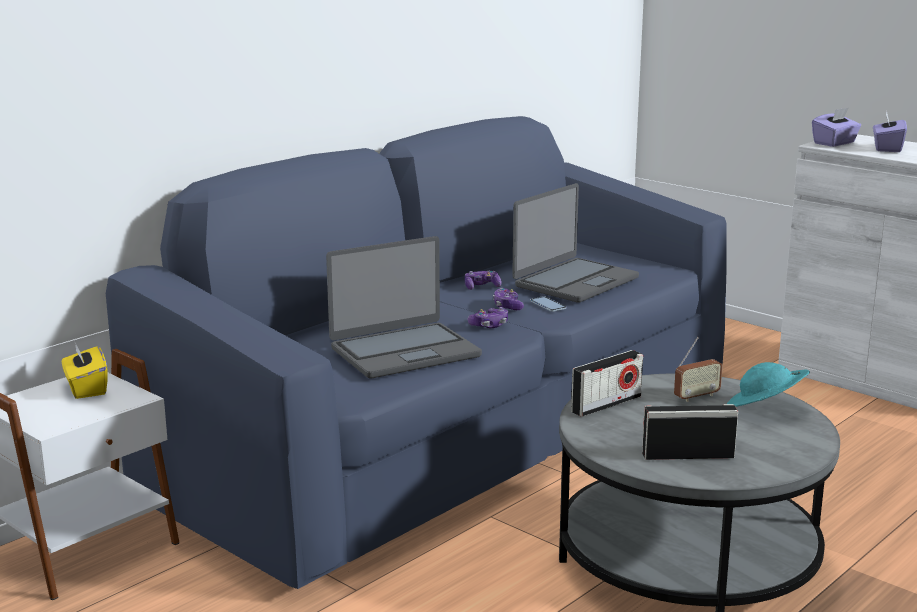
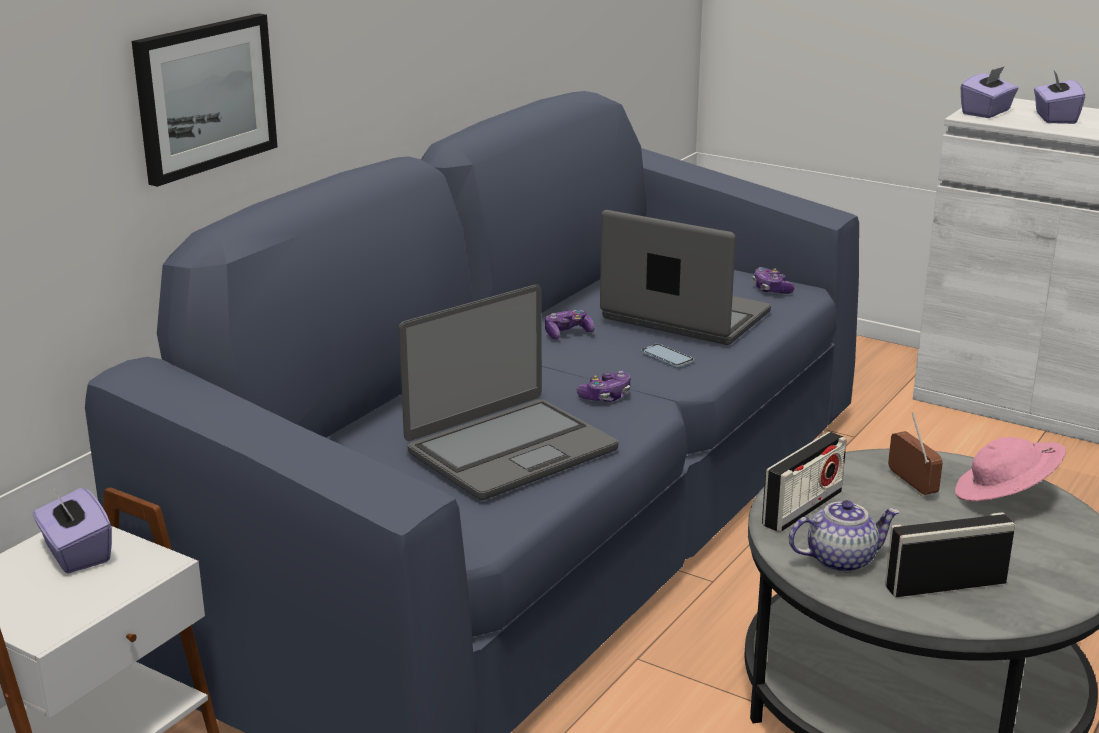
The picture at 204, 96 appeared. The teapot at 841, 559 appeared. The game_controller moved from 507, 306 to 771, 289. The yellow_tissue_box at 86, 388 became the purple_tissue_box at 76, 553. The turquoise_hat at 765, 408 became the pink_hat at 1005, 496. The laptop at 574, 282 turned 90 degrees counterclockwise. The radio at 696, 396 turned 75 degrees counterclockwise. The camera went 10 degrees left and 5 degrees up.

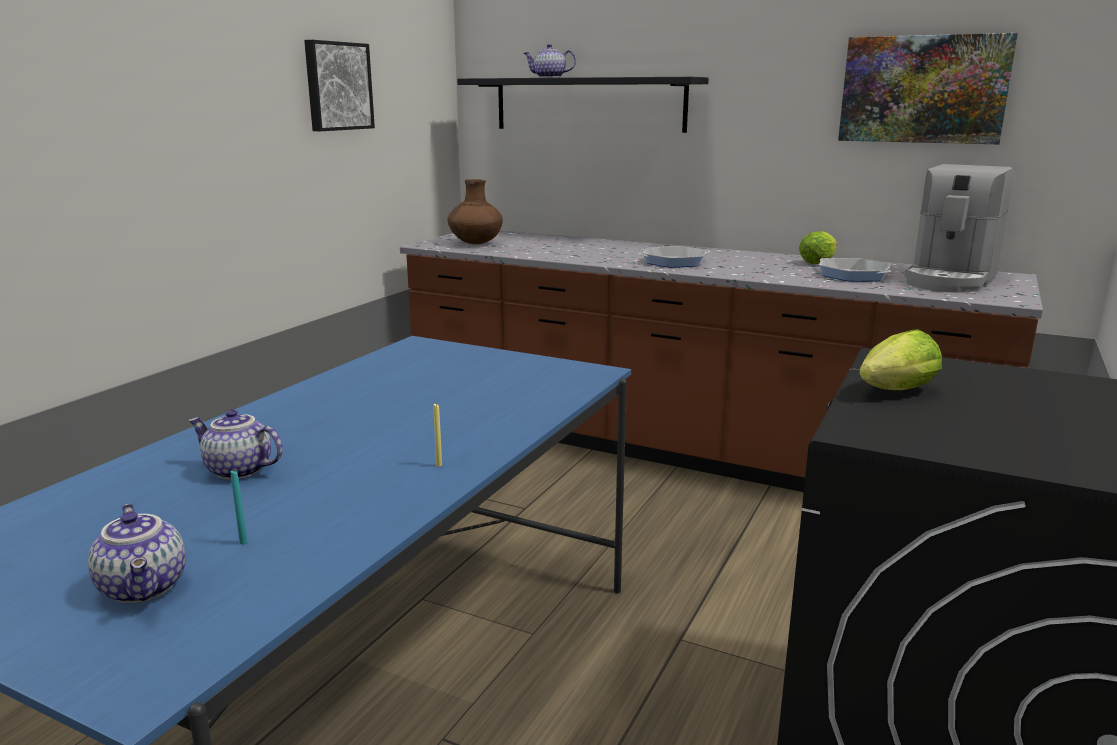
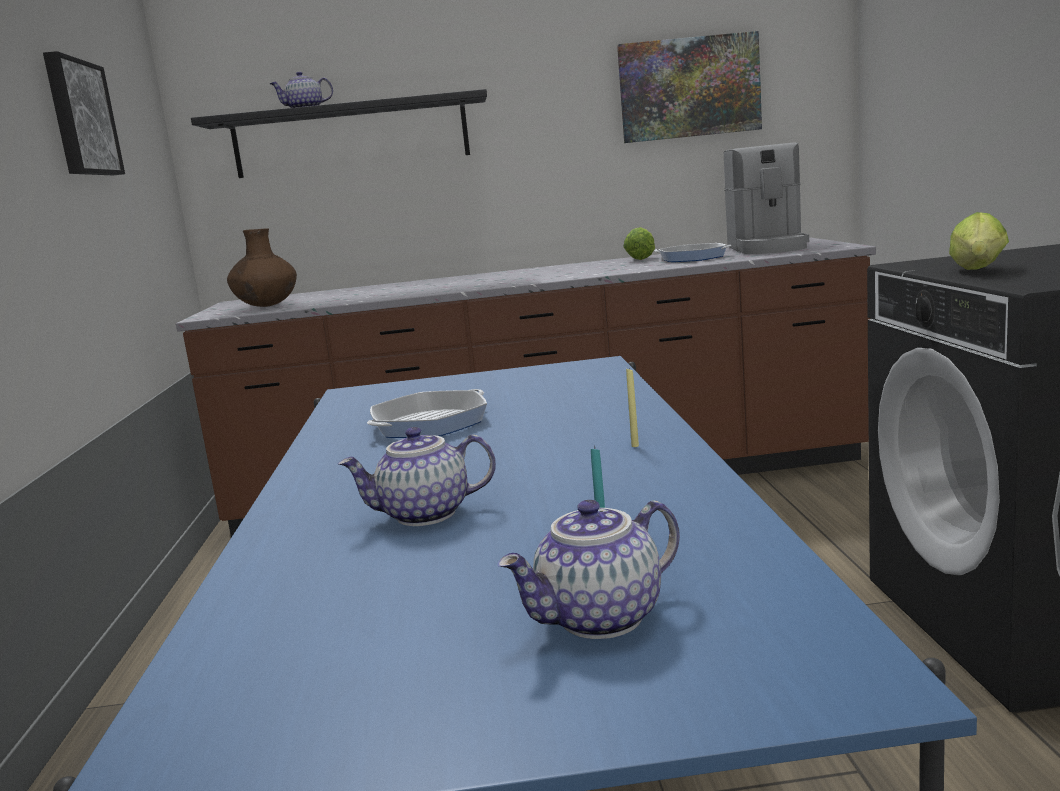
The frying_pan moved from 674, 262 to 430, 424. The teapot at 146, 587 turned 120 degrees clockwise. The camera went 30 degrees left and 5 degrees down.

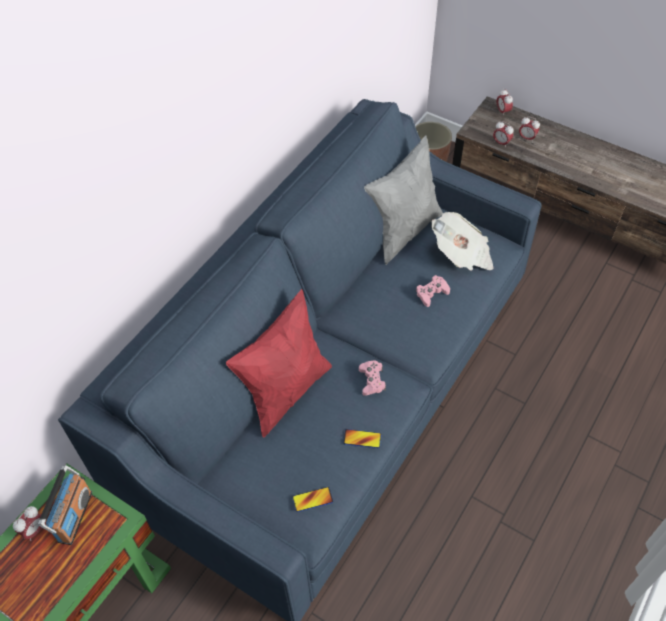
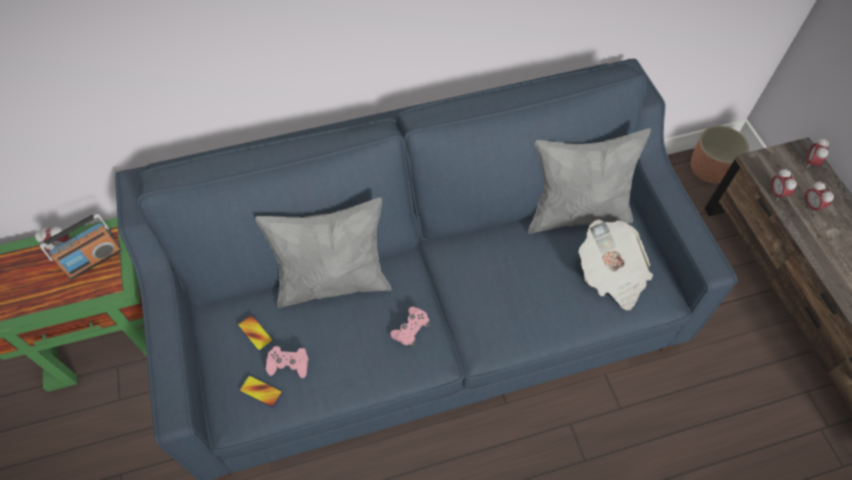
The phone moved from 362, 439 to 255, 333. The pink_game_controller moved from 431, 293 to 288, 364. The red_pillow at 285, 391 became the grey_pillow at 334, 282. The camera went 40 degrees right and 5 degrees up.

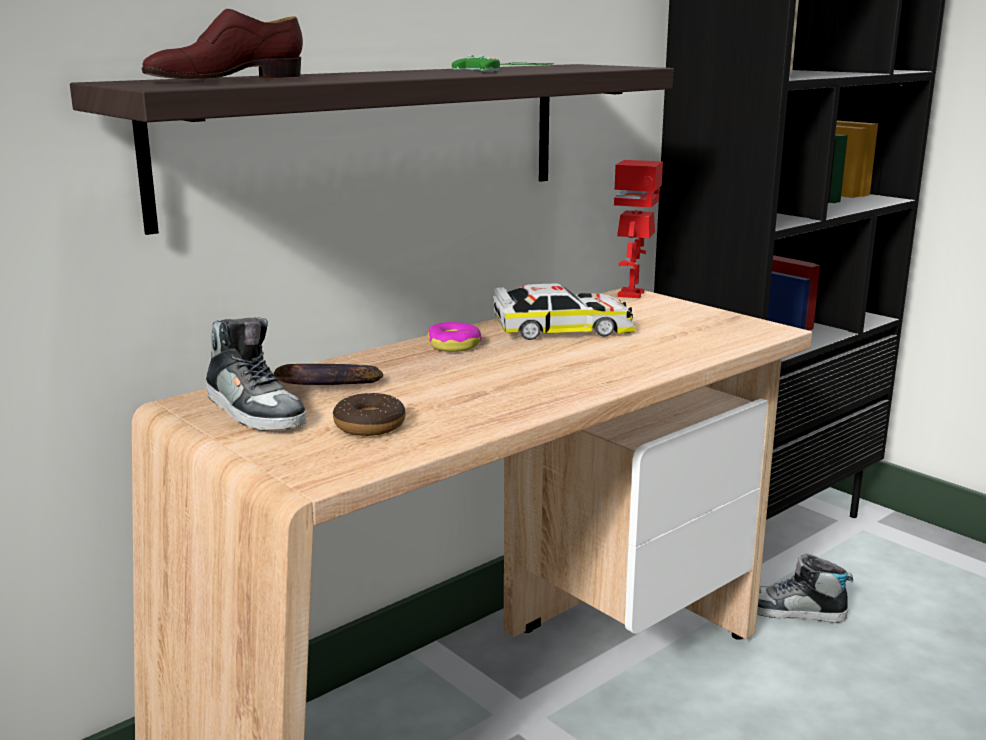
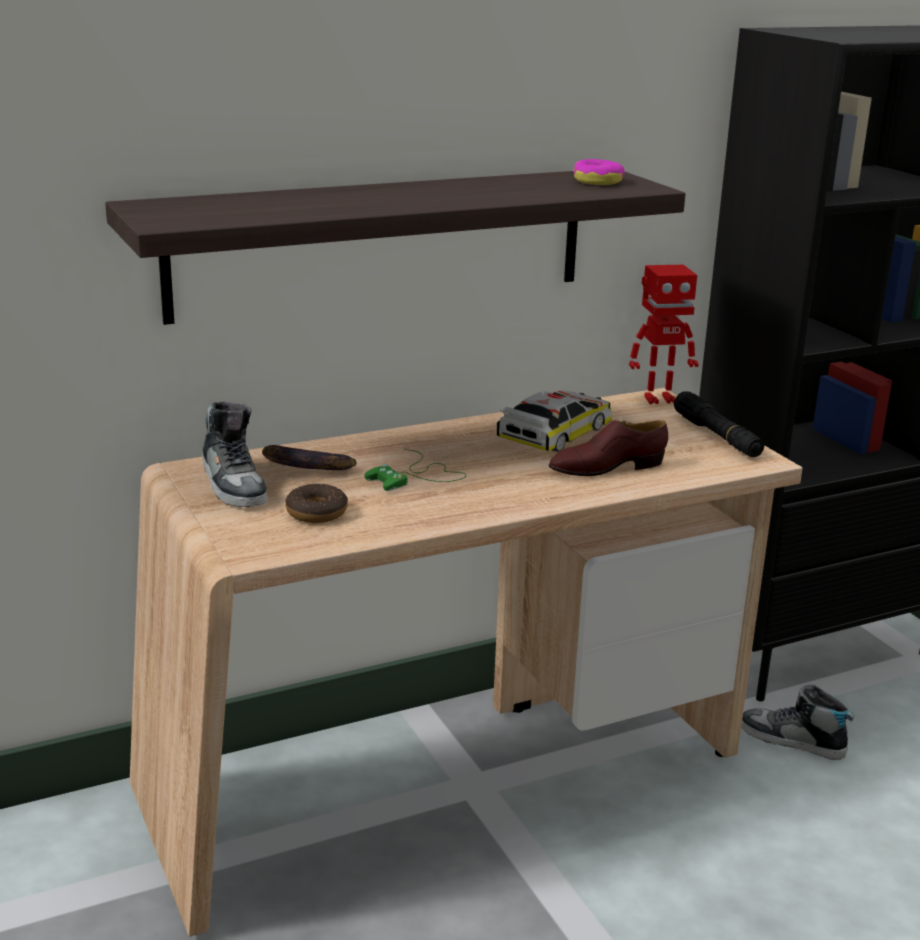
The black_flashlight at 717, 436 appeared. The brown_shoe moved from 226, 80 to 606, 467. The donut moved from 454, 345 to 598, 181. The green_game_controller moved from 503, 70 to 417, 477. The toy_car at 563, 329 turned 60 degrees counterclockwise. The toy_robot at 632, 294 turned 135 degrees counterclockwise. The camera went 15 degrees right and 5 degrees up.

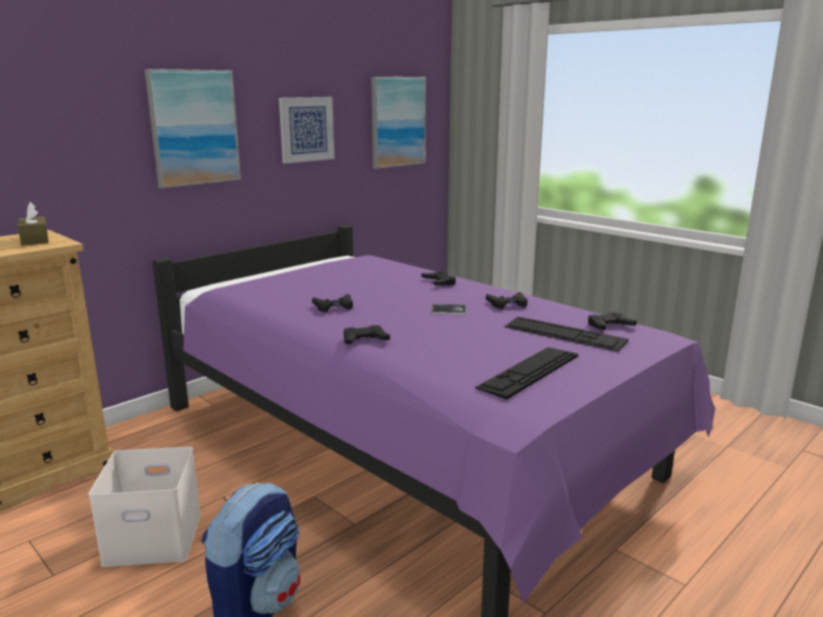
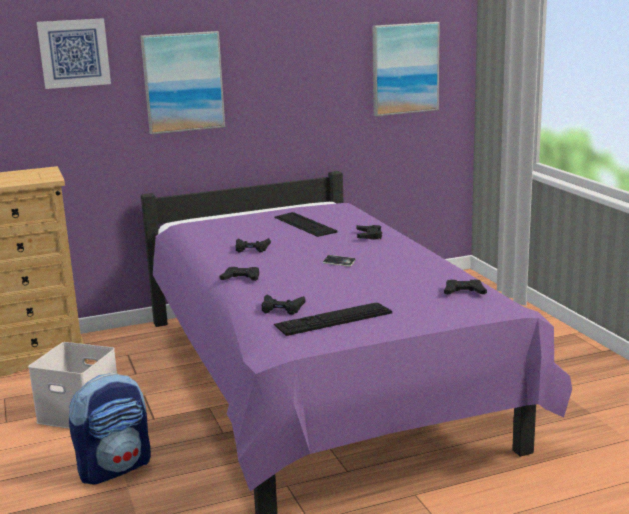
The brown_tissue_box at 35, 240 disappeared. The picture moved from 306, 129 to 74, 53. The black_game_controller moved from 507, 304 to 281, 308. The keyboard moved from 564, 334 to 304, 224. The camera went 25 degrees right and 0 degrees up.

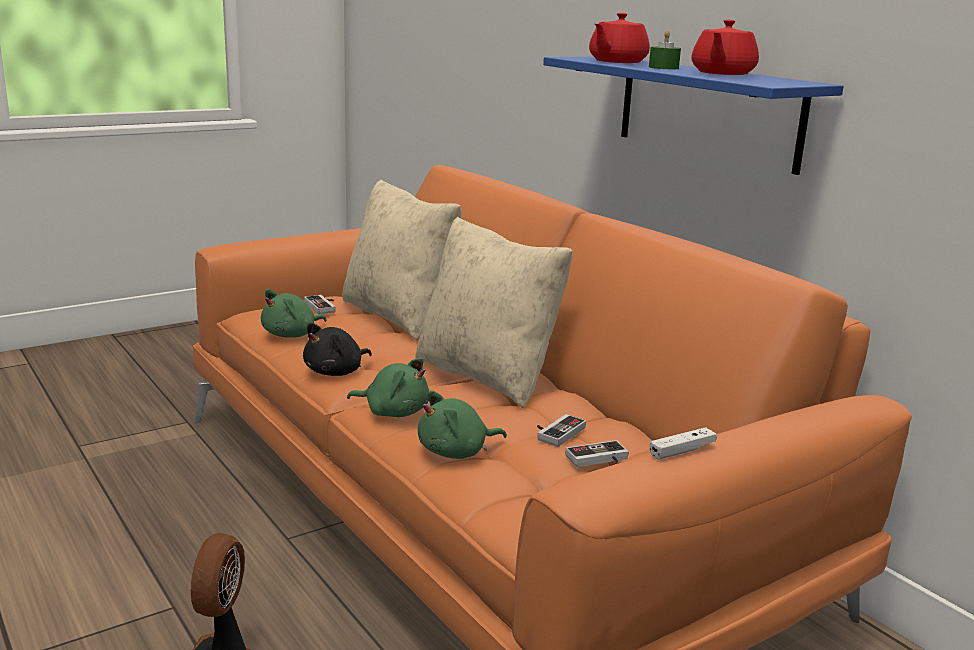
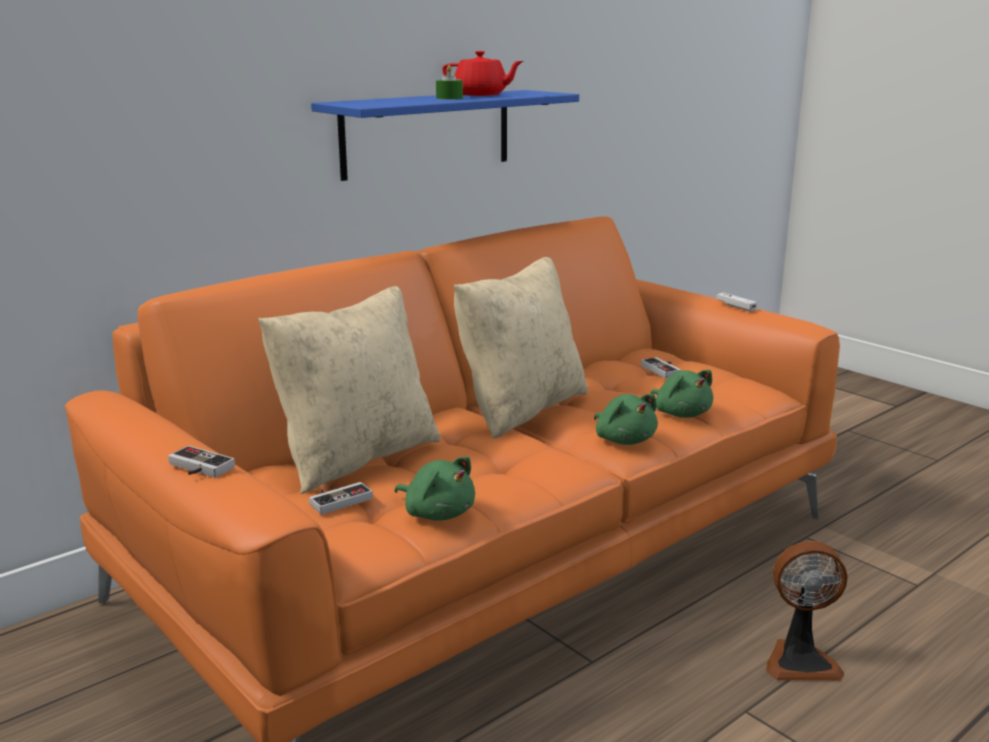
The black_plush_toy at 336, 372 disappeared. The red_teapot at 616, 62 disappeared. The game_controller moved from 556, 432 to 197, 468. The green_plush_toy at 394, 412 turned 135 degrees clockwise. The camera went 95 degrees left and 0 degrees up.

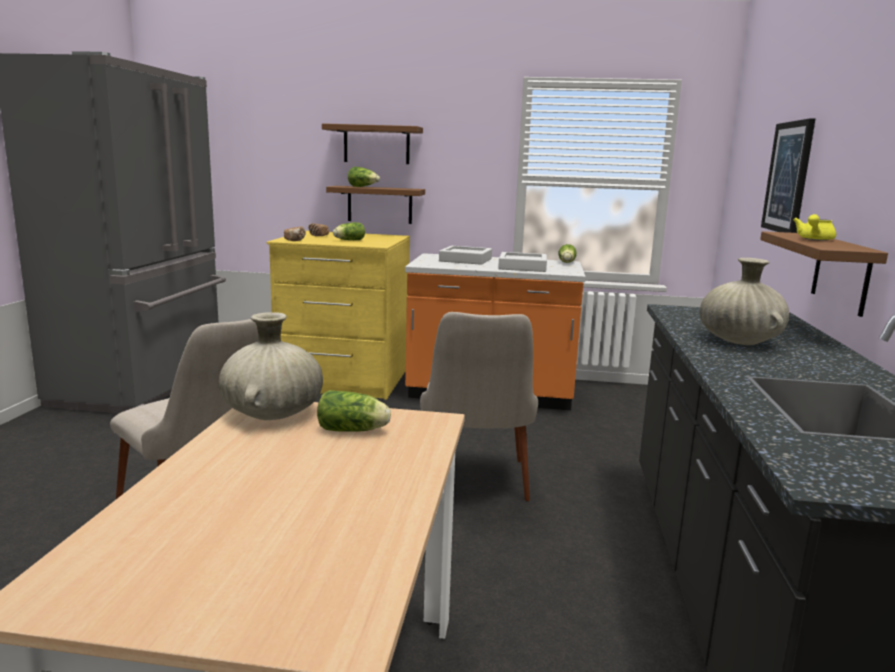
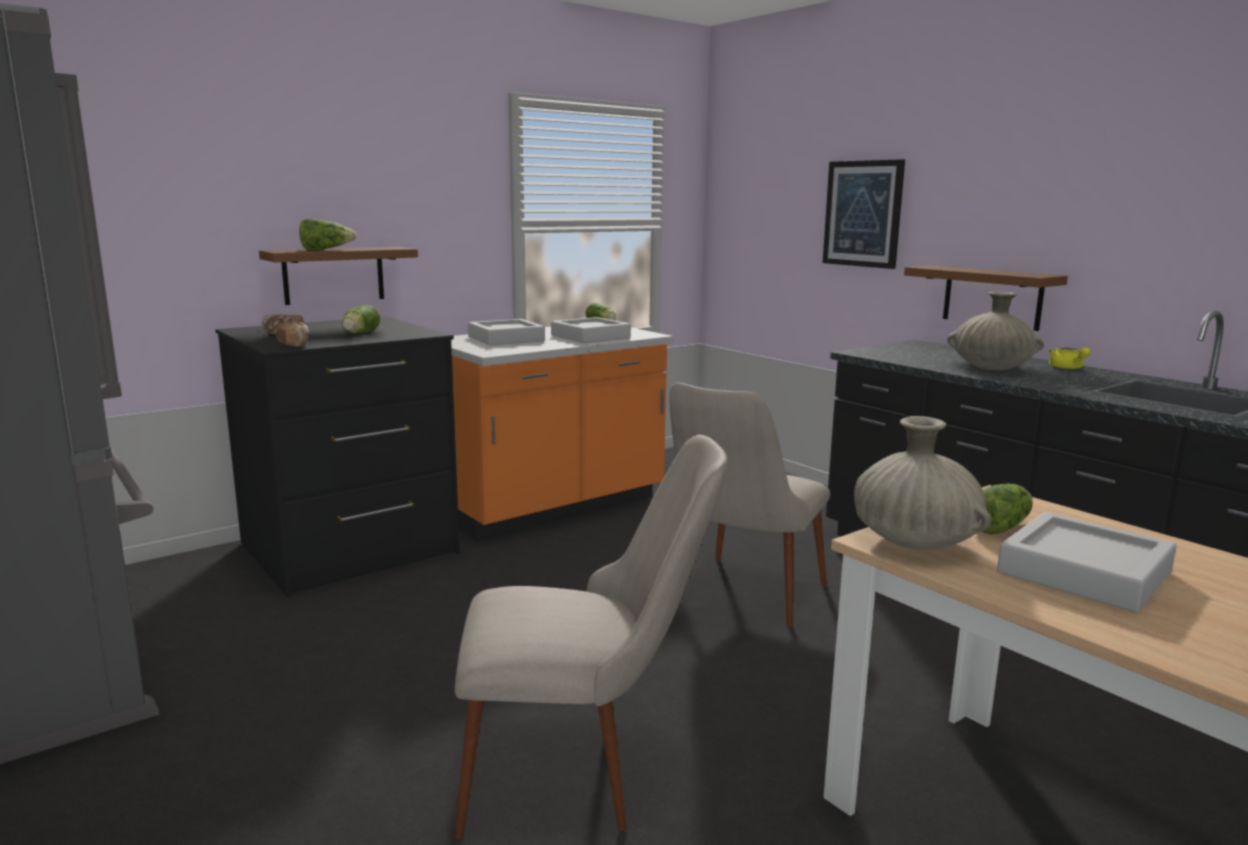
The brown_shelf at 376, 144 disappeared. The grey_tray at 1084, 572 appeared. The yellow_teapot moved from 814, 239 to 1067, 368. The yellow_dresser at 344, 380 became the black_dresser at 350, 549. The beige_chair at 474, 488 turned 75 degrees clockwise. The camera went 45 degrees left and 0 degrees up.

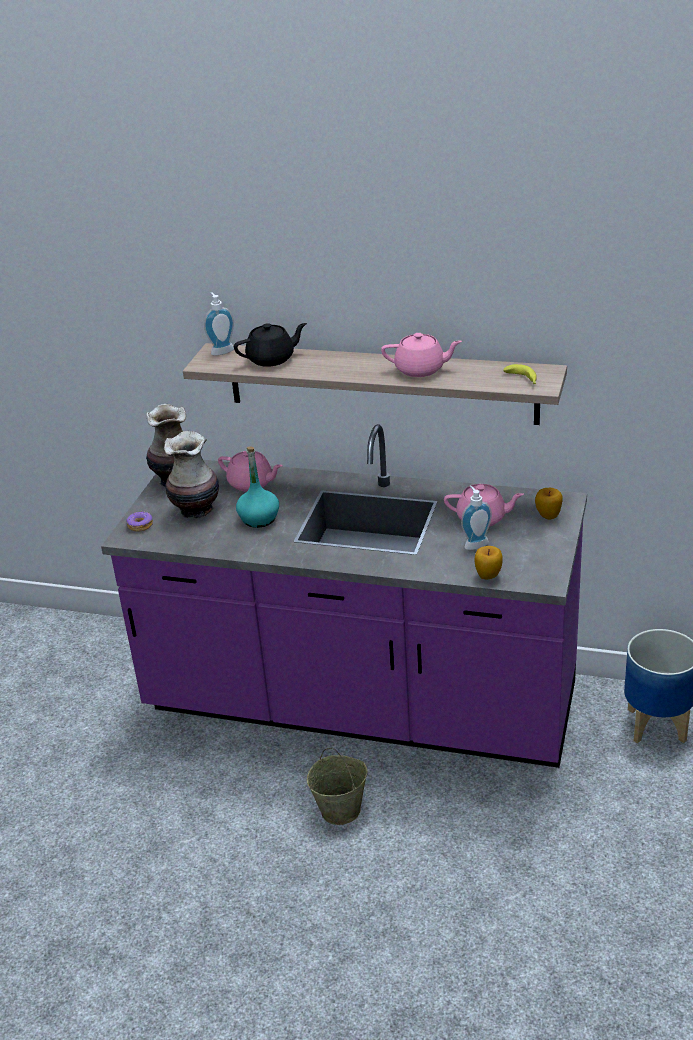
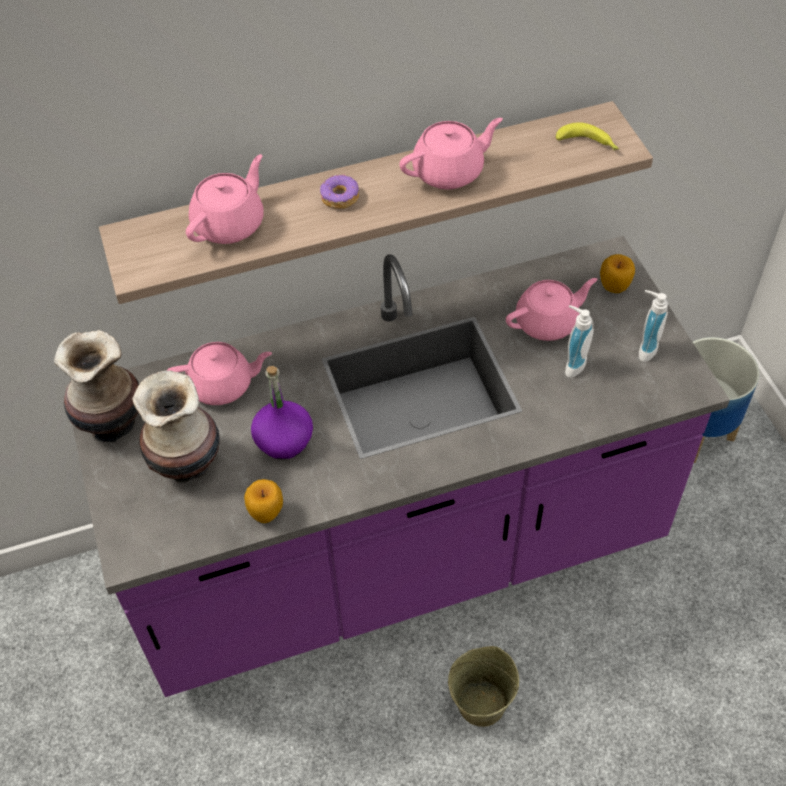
The donut moved from 140, 525 to 339, 197. The soap_dispenser moved from 221, 350 to 644, 348. The apple moved from 488, 576 to 266, 514. The black_teapot at 272, 359 became the pink_teapot at 230, 224. The turquoise_bottle at 259, 519 became the purple_bottle at 284, 440. The camera went 35 degrees left and 20 degrees up.

